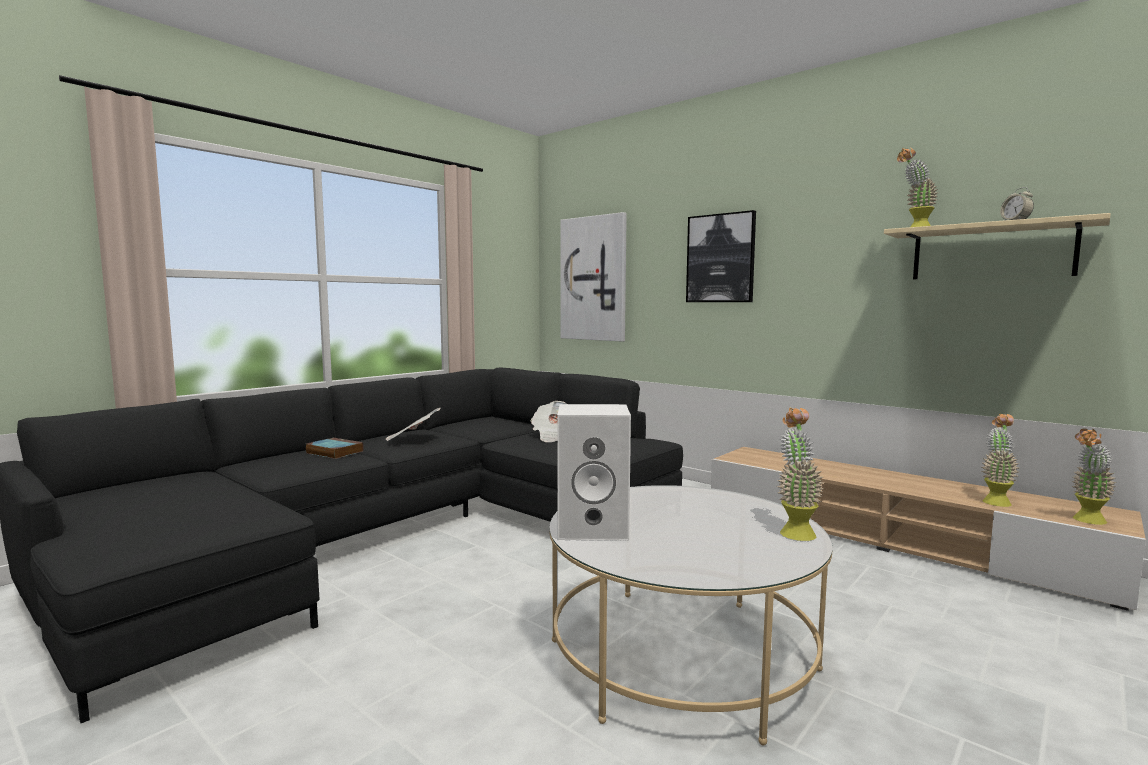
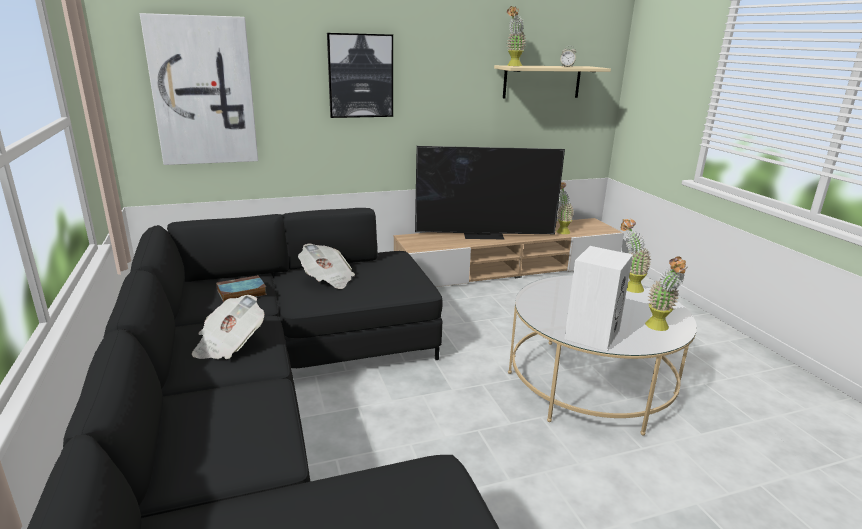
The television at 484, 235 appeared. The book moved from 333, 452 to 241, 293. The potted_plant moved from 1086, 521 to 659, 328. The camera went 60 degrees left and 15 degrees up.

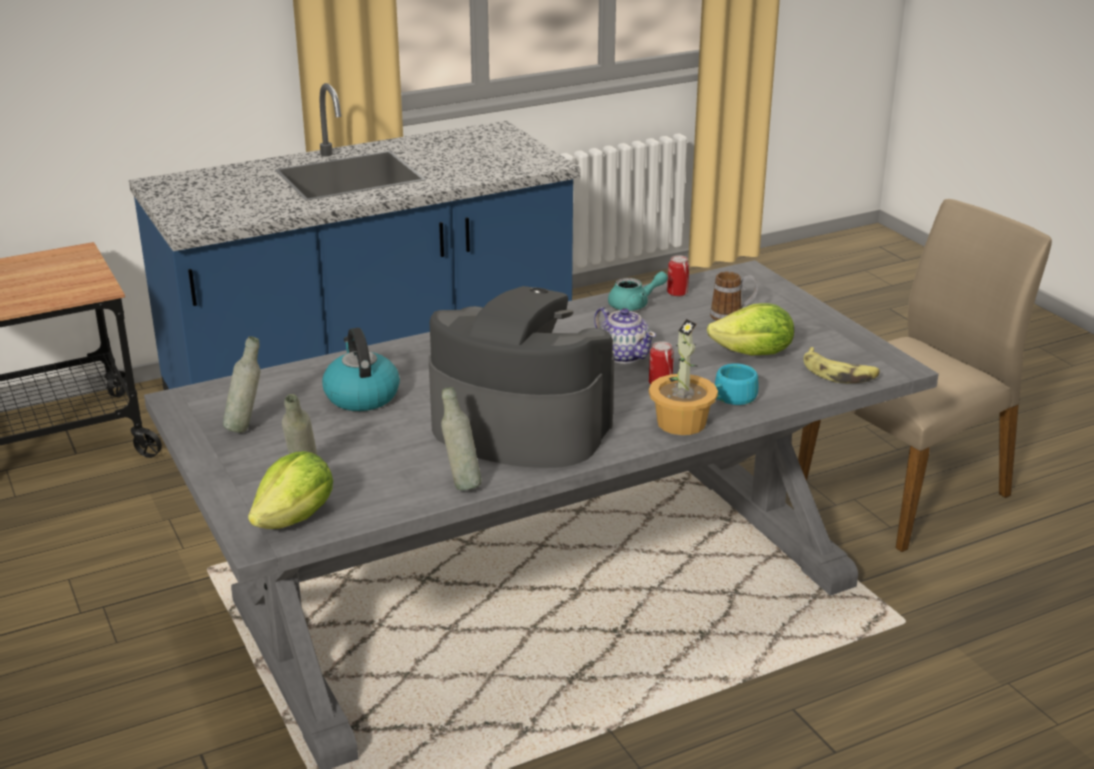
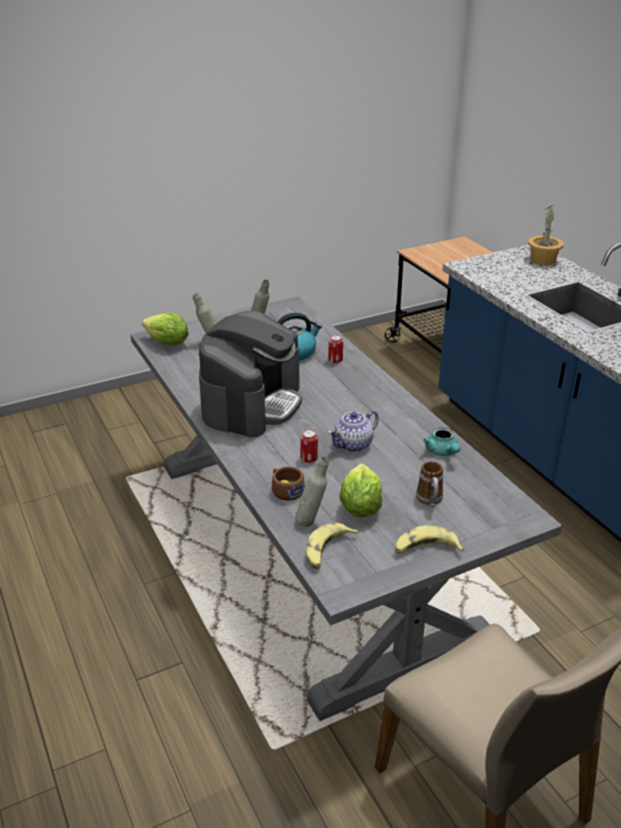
The banana at 425, 549 appeared. The grey_bottle moved from 461, 484 to 312, 520. The potted_plant moved from 682, 422 to 543, 260. The can moved from 677, 293 to 335, 360. The turquoise_cup at 731, 398 became the brown_cup at 285, 490. The camera went 90 degrees right and 5 degrees up.

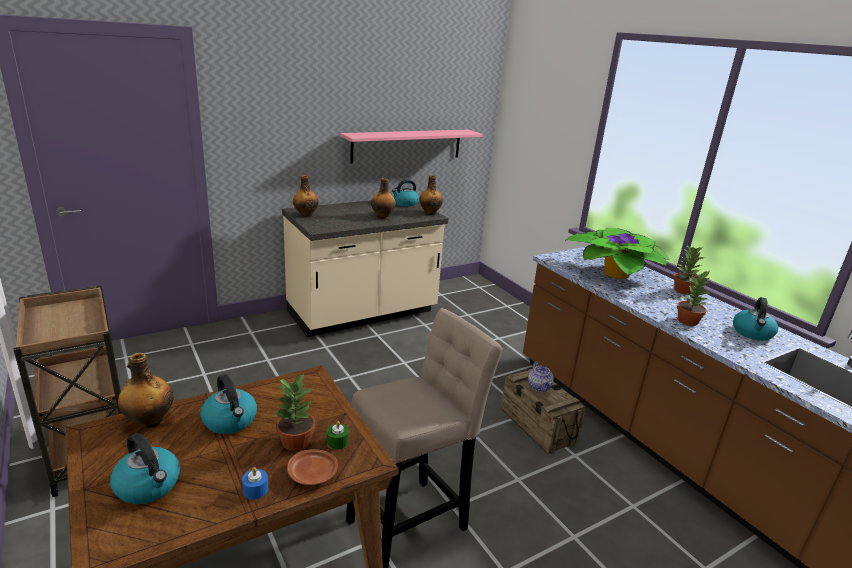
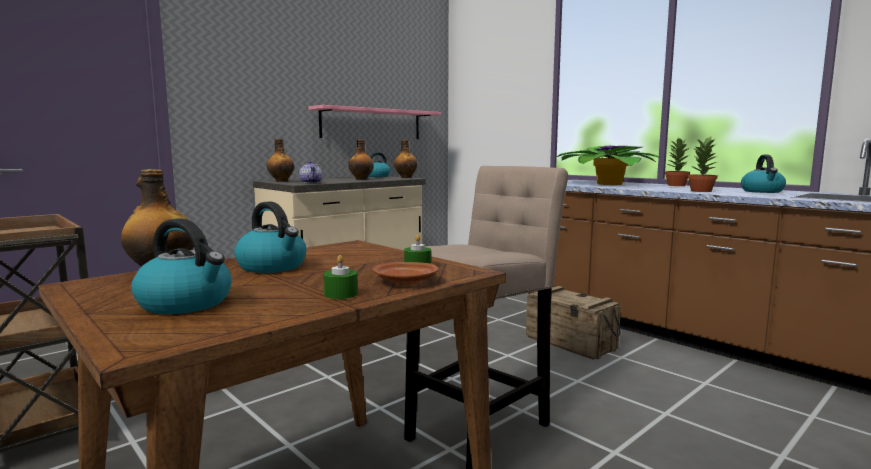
The potted_plant at 295, 442 disappeared. The teapot moved from 539, 387 to 311, 182. The blue_candle at 255, 490 became the green_candle at 341, 294. The camera went 10 degrees left and 15 degrees down.

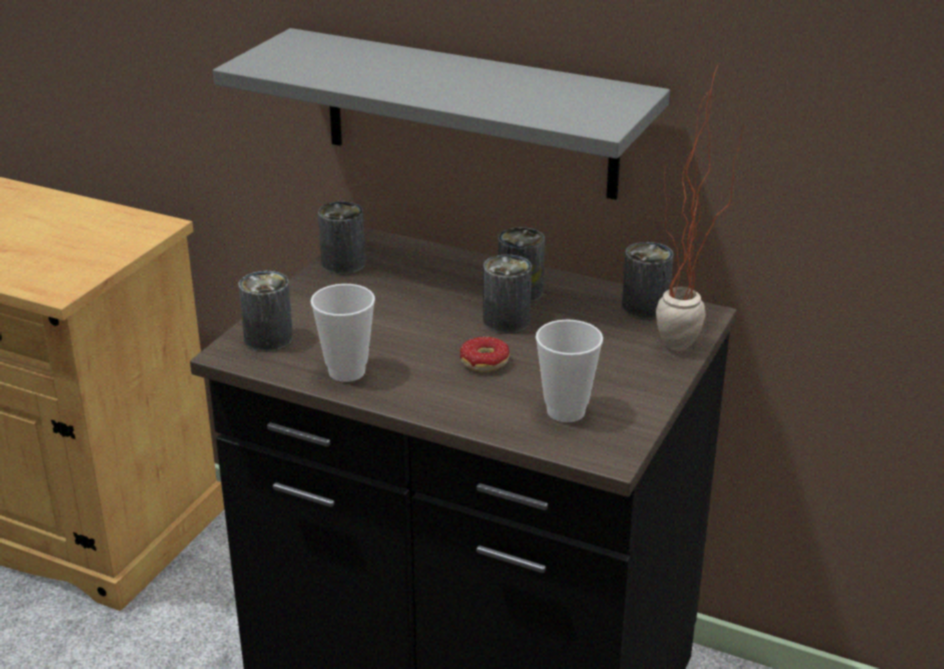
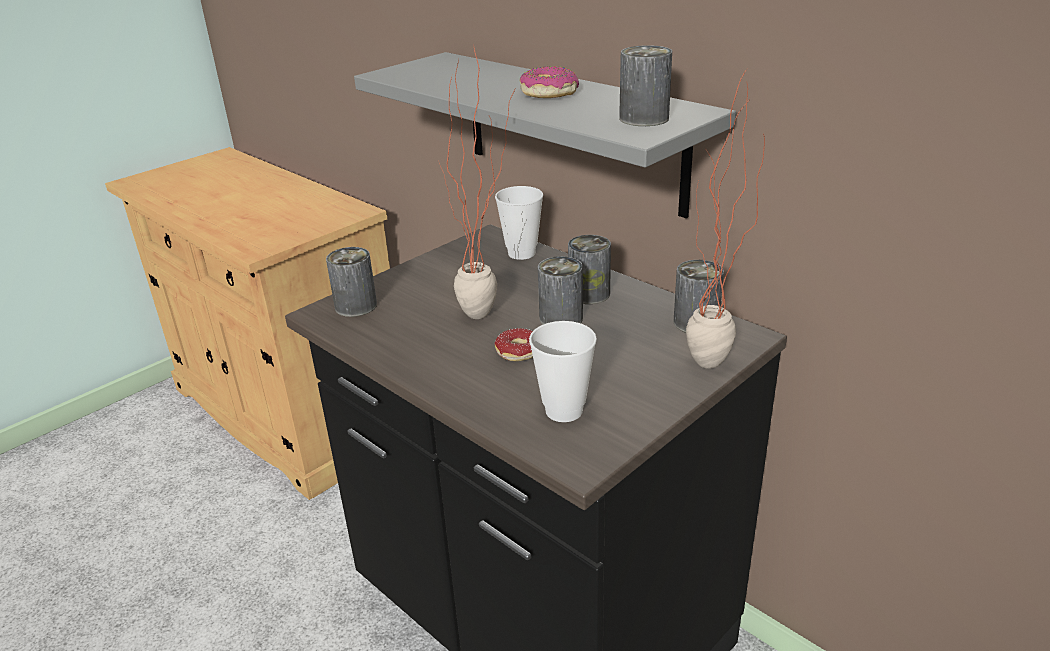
The potted_plant at 490, 317 appeared. The donut at 548, 93 appeared. The cup moved from 346, 372 to 521, 253. The can moved from 343, 264 to 644, 118. The camera went 20 degrees right and 0 degrees up.

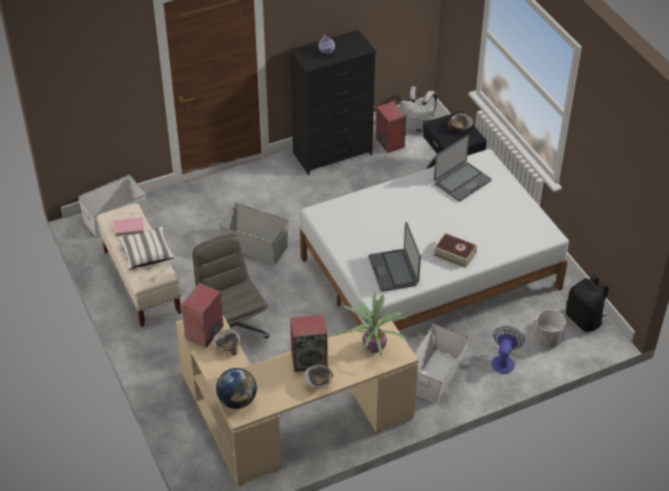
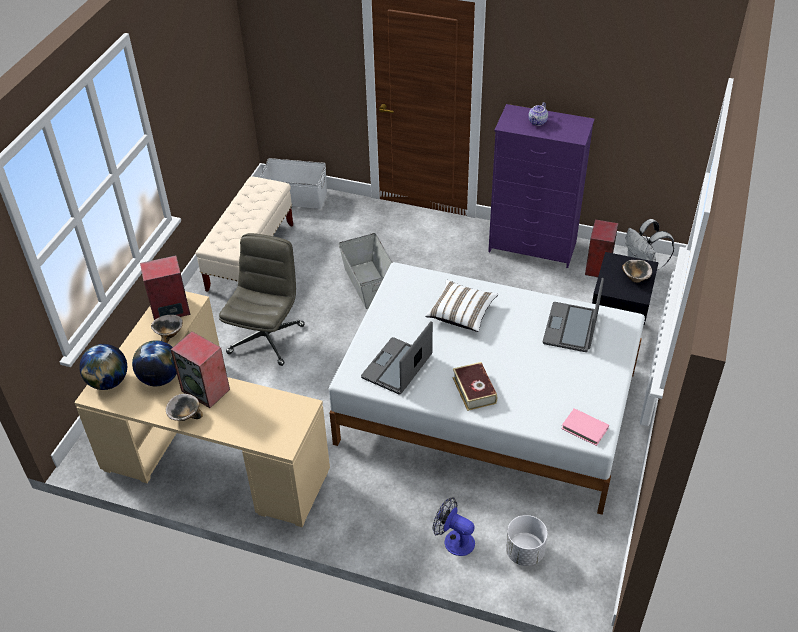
The potted_plant at 373, 346 disappeared. The white_storage_box at 435, 375 disappeared. The black_backpack at 584, 319 disappeared. The globe at 160, 378 appeared. The pink_book moved from 129, 228 to 584, 428. The white_pillow moved from 146, 254 to 461, 313. The black_dresser at 333, 154 became the purple_dresser at 533, 247. The laptop at 461, 182 turned 105 degrees clockwise. The fan at 504, 361 turned 120 degrees counterclockwise. The camera went 45 degrees right and 0 degrees up.

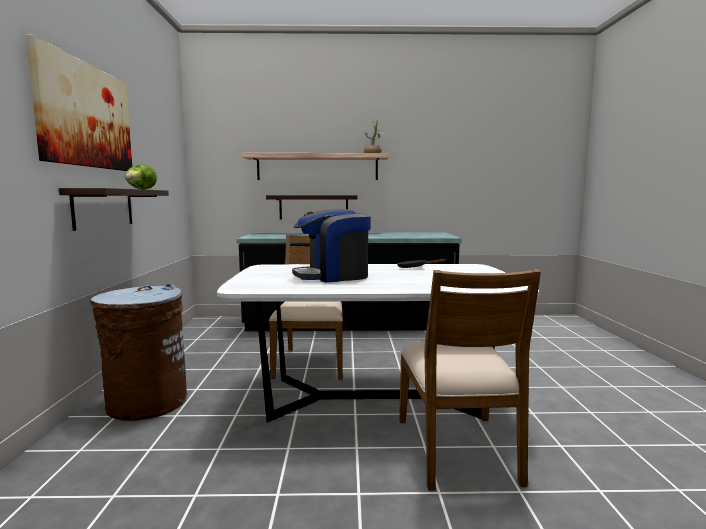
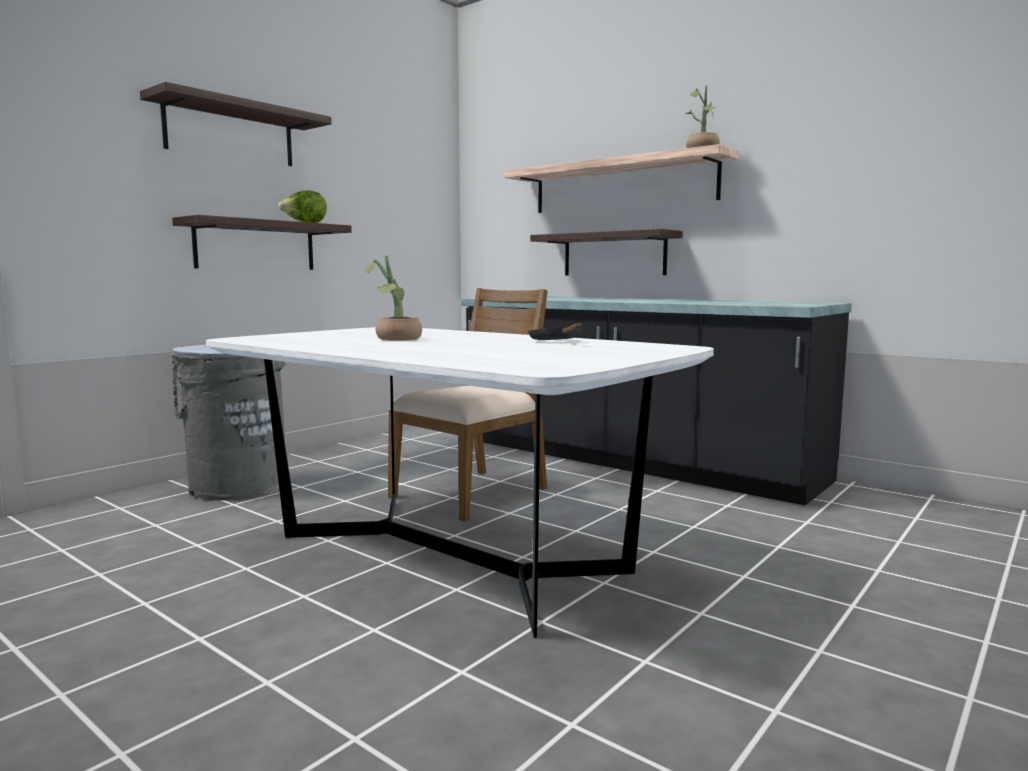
The brown_chair at 458, 450 disappeared. The picture at 86, 115 was replaced by the shelf at 230, 133. The coffee_machine at 333, 276 was replaced by the potted_plant at 395, 339. The brown_trash_can at 146, 403 became the grey_trash_can at 238, 486. The camera went 40 degrees right and 0 degrees up.

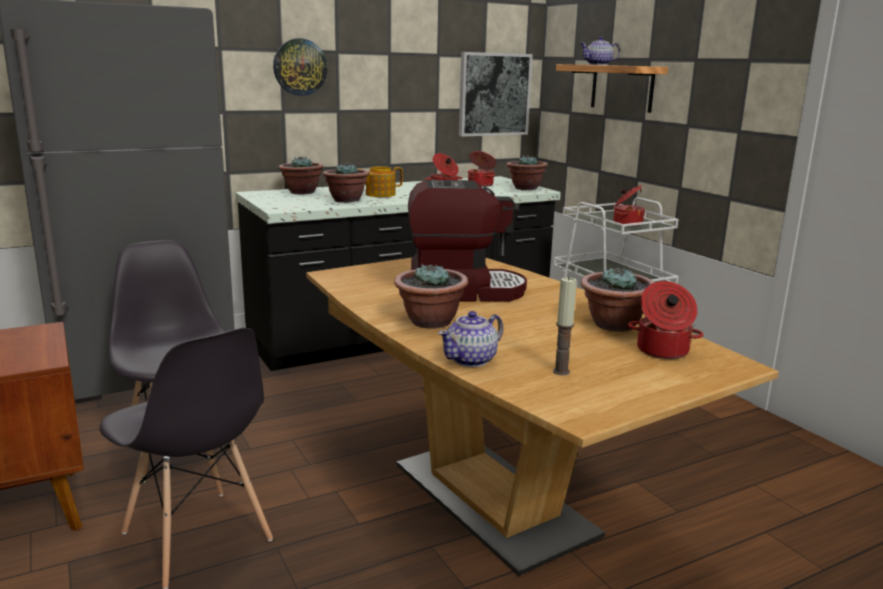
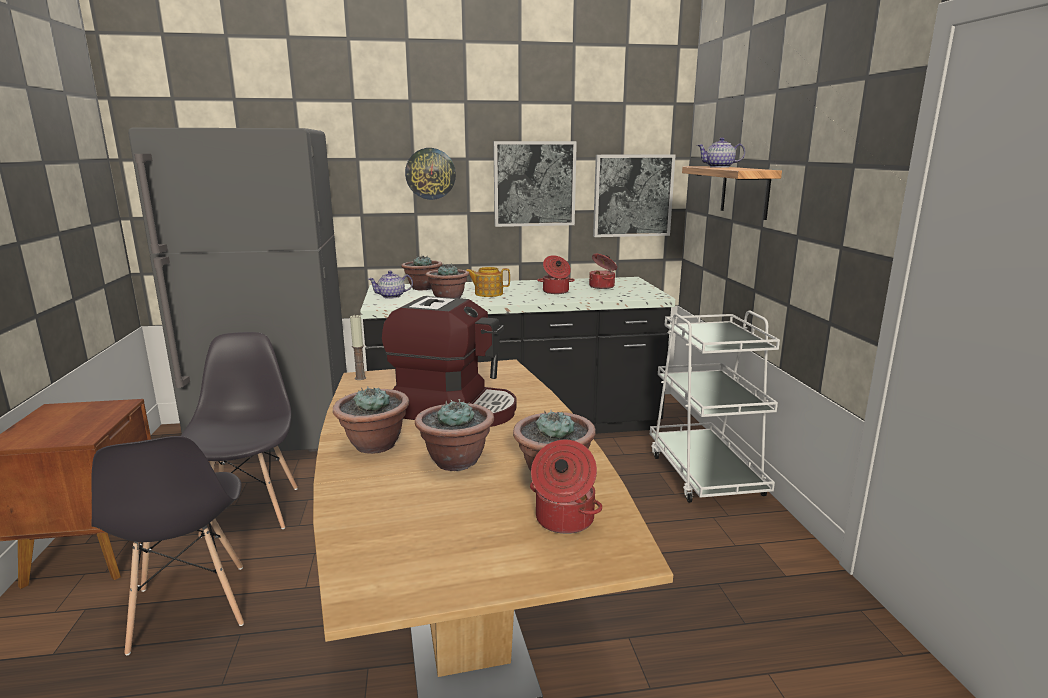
The cooking_pot at 626, 223 disappeared. The picture at 534, 184 appeared. The teapot moved from 471, 360 to 392, 296. The potted_plant moved from 525, 188 to 455, 461. The candle moved from 561, 371 to 360, 378. The camera went 20 degrees right and 0 degrees up.

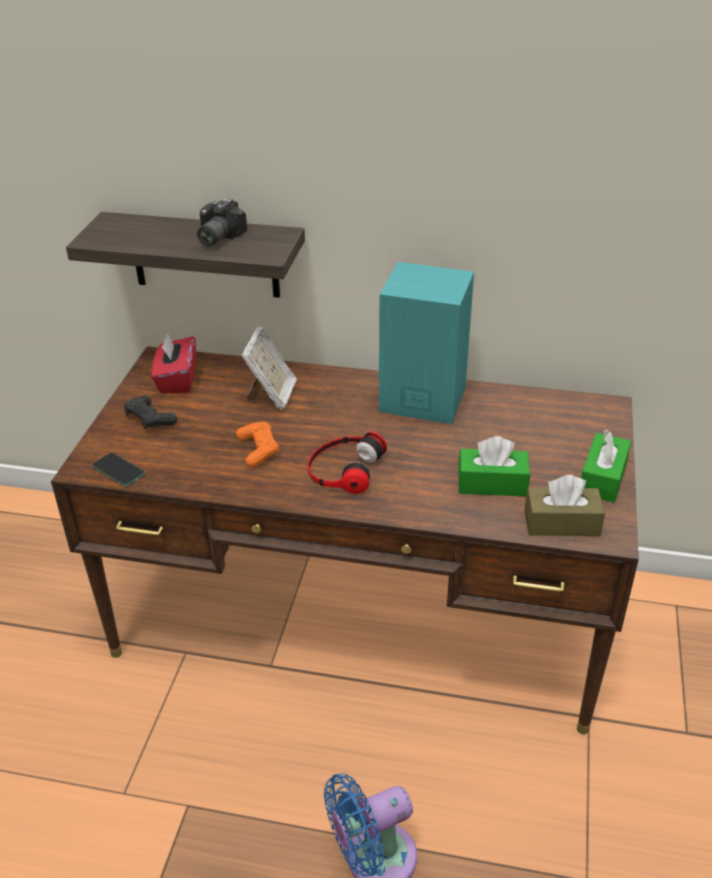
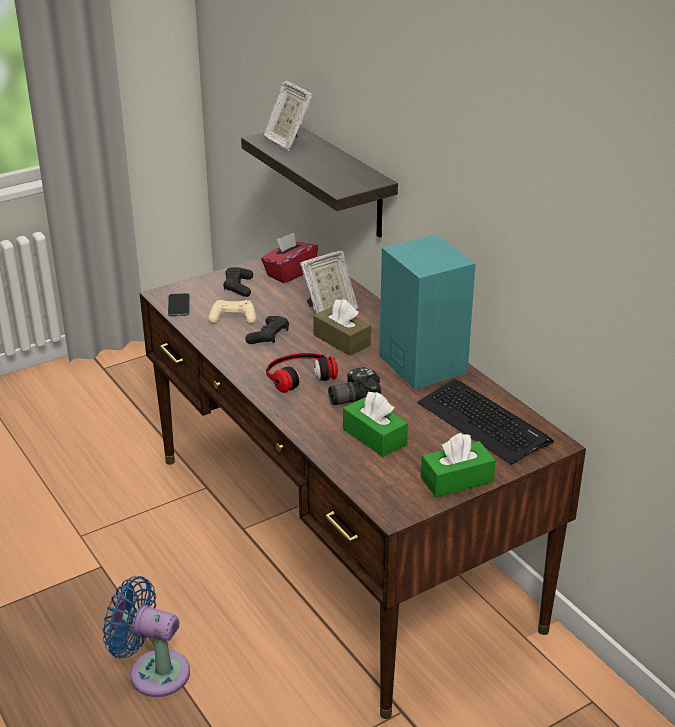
The beige_game_controller at 233, 318 appeared. The picture_frame at 287, 142 appeared. The keyboard at 483, 422 appeared. The photo_camera moved from 216, 237 to 352, 398. The brown_tissue_box moved from 561, 523 to 341, 340. The orange_game_controller at 258, 450 became the black_game_controller at 268, 336. The camera went 45 degrees right and 5 degrees down.

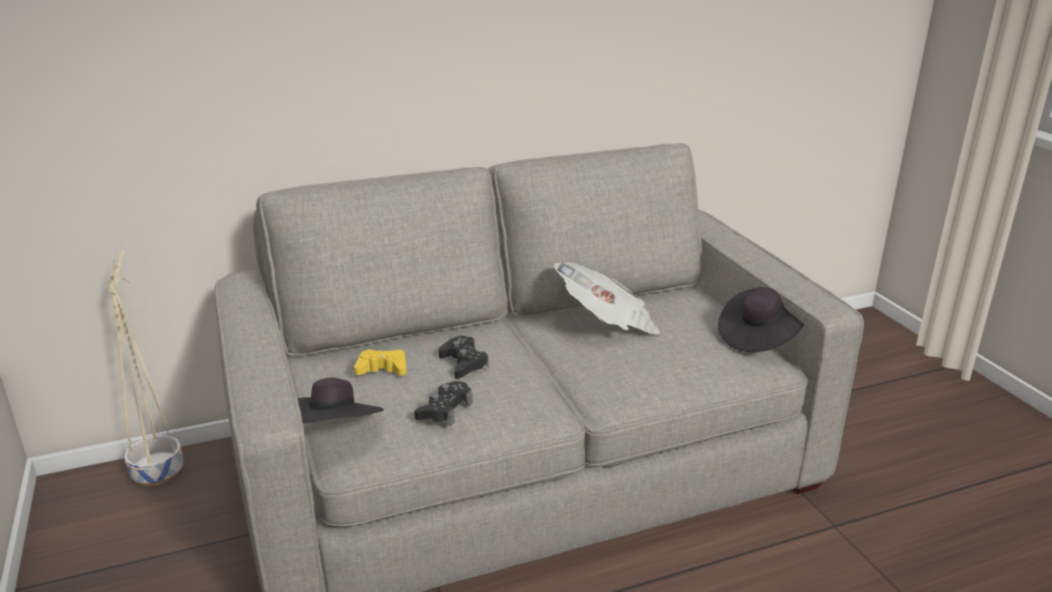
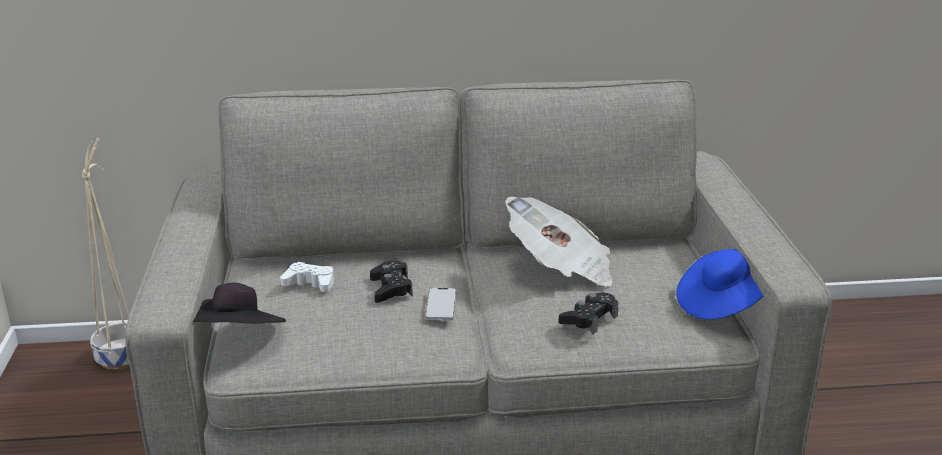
The phone at 441, 305 appeared. The black_game_controller moved from 444, 410 to 589, 319. The yellow_game_controller at 382, 369 became the white_game_controller at 310, 283. The black_hat at 759, 336 became the blue_hat at 722, 303. The camera went 15 degrees right and 0 degrees up.

